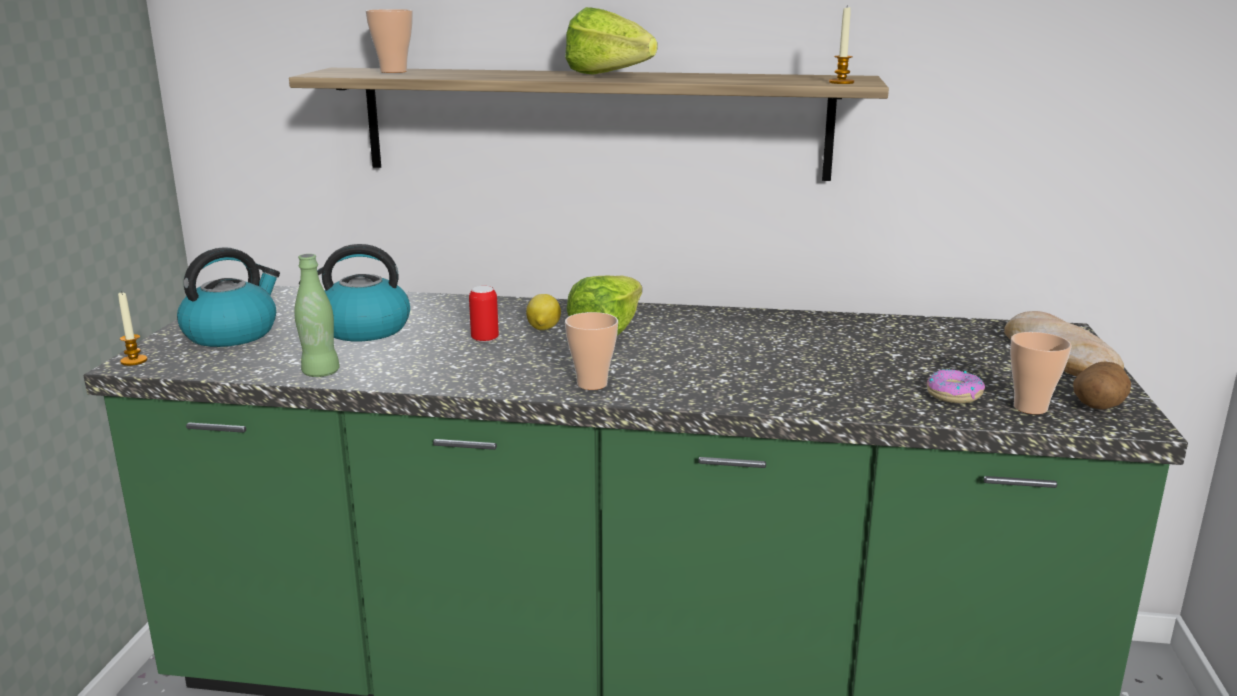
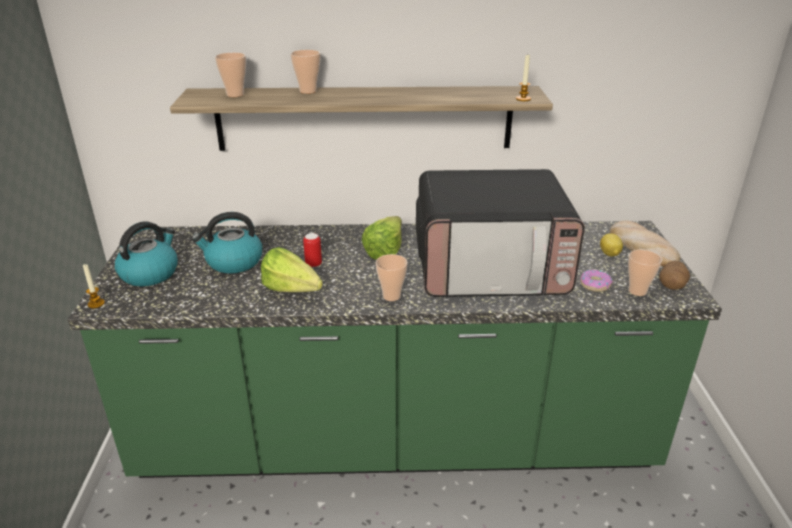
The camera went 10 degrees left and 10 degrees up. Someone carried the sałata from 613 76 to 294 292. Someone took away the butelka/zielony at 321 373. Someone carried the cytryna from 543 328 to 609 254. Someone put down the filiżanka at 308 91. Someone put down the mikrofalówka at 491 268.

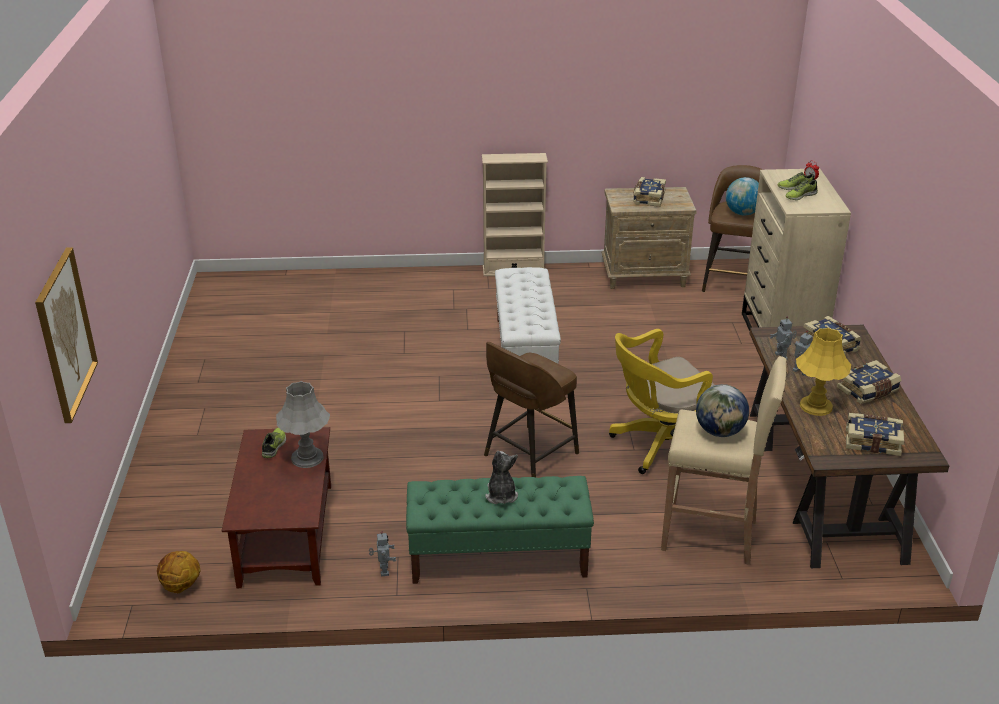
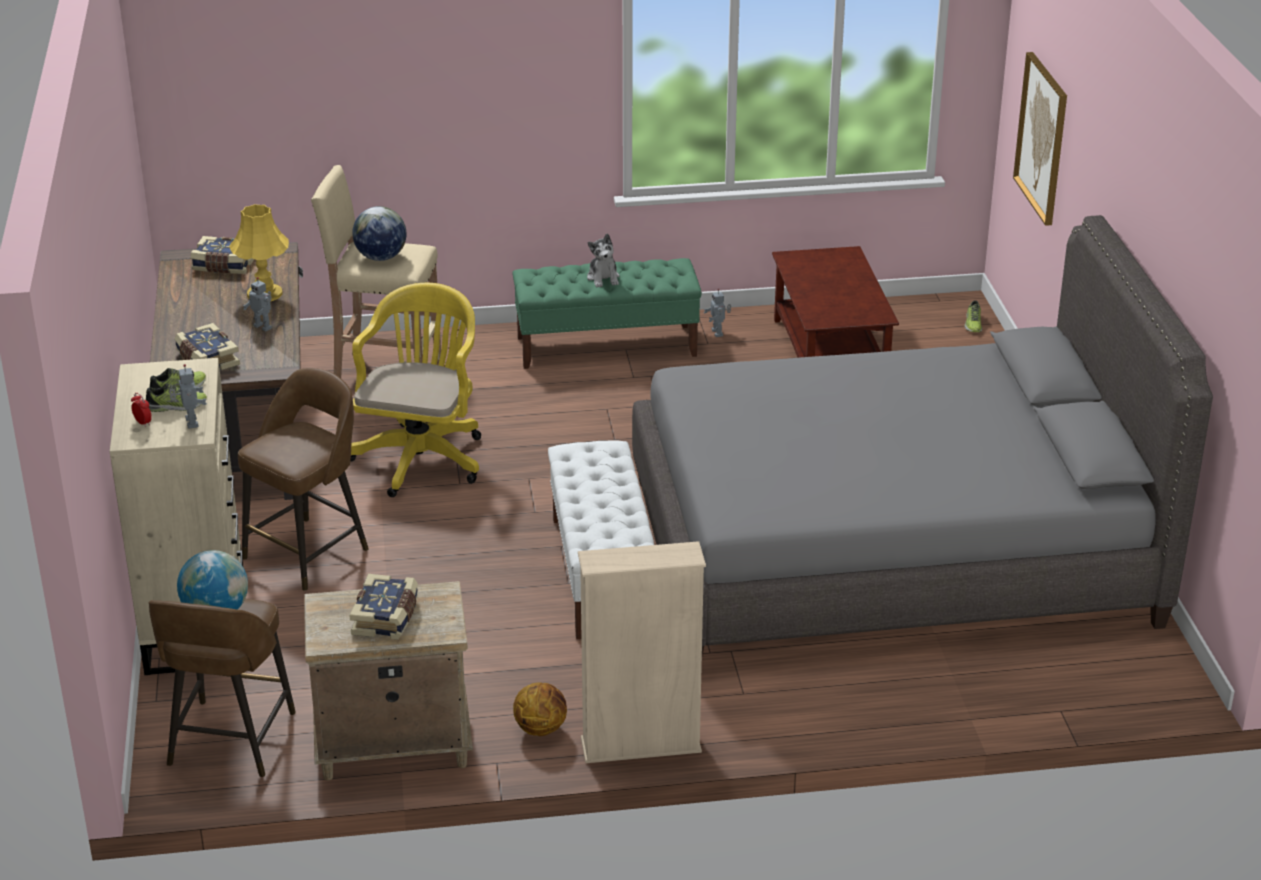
The camera went 175 degrees right and 0 degrees up. Someone carried the robot zabawkowy from 782 356 to 190 423. Someone rotated the krzesło biurowe/żółty at 660 446 by 45 degrees counterclockwise. Someone carried the stołek/brązowy from 529 455 to 309 552. Someone took away the książka at 868 391. Someone took away the lampa stołowa/szary at 307 458. Someone carried the but from 274 446 to 973 324. Someone carried the piłka do koszykówki from 180 586 to 541 728. Someone put down the łóżko/szary at 889 549.

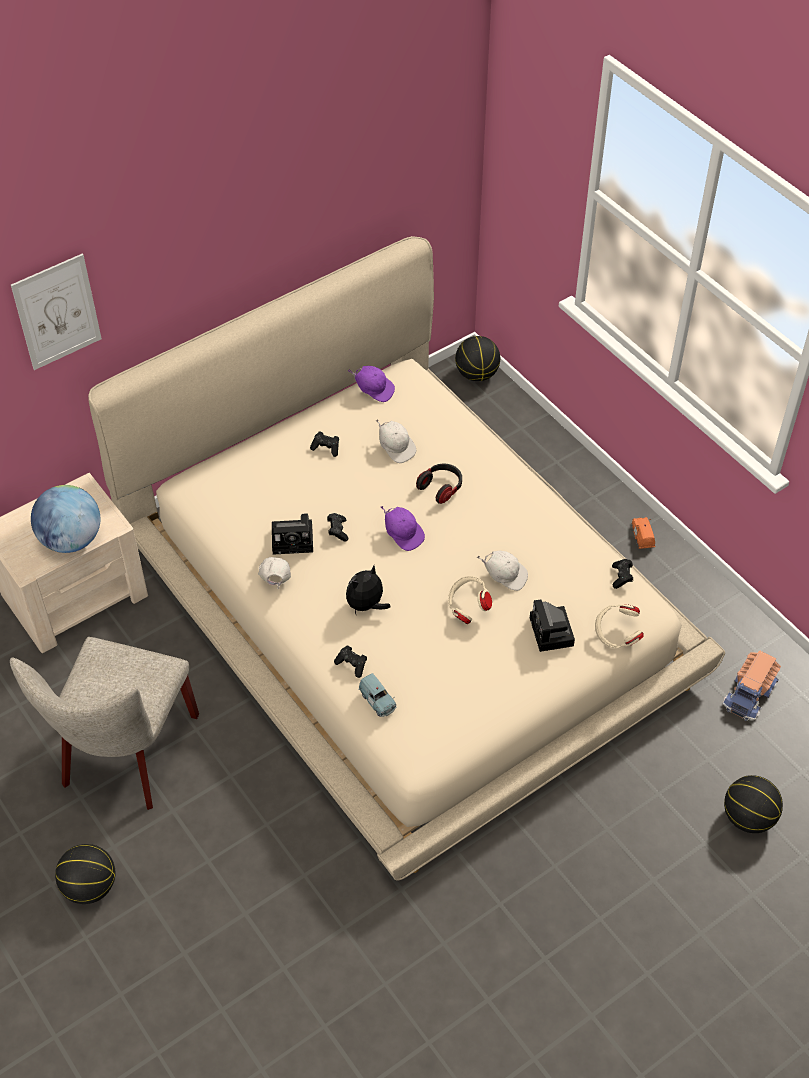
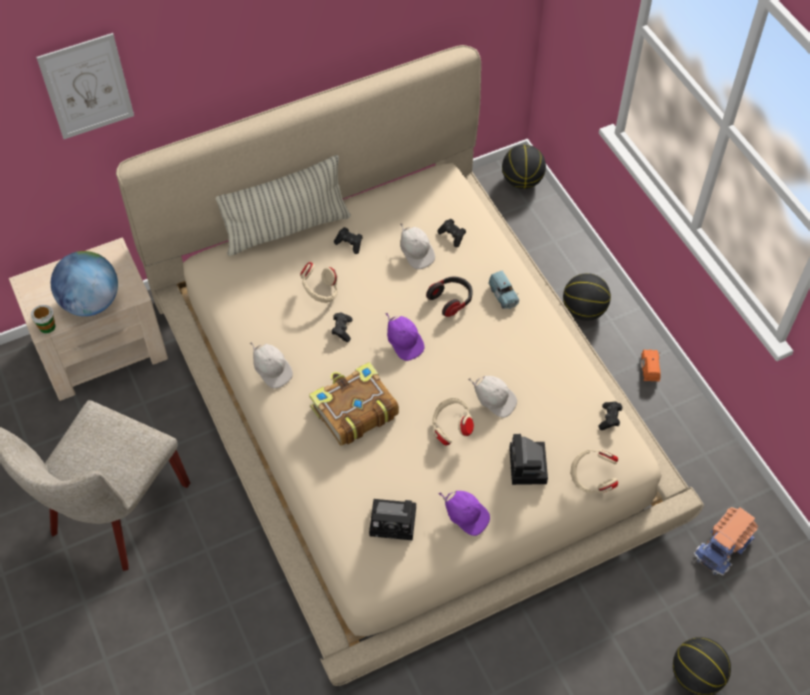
The camera went 10 degrees right and 5 degrees up. Someone carried the czapka z daszkiem/fioletowy from 374 390 to 465 516. Someone carried the aparat fotograficzny from 294 539 to 395 521. Someone rotated the czapka z daszkiem/biały at 275 579 by 135 degrees clockwise. Someone swapped the pluszak at 366 605 for the książka at 353 411. Someone carried the pad do gier/czarny from 352 665 to 452 236. Someone carried the samochodzik/niebieski from 378 701 to 503 296. Someone carried the piłka do koszykówki from 90 886 to 583 310. Someone put down the poduszka at 286 229. Someone put down the słuchawki/beżowy at 320 292. Someone put down the filiżanka at 47 326.

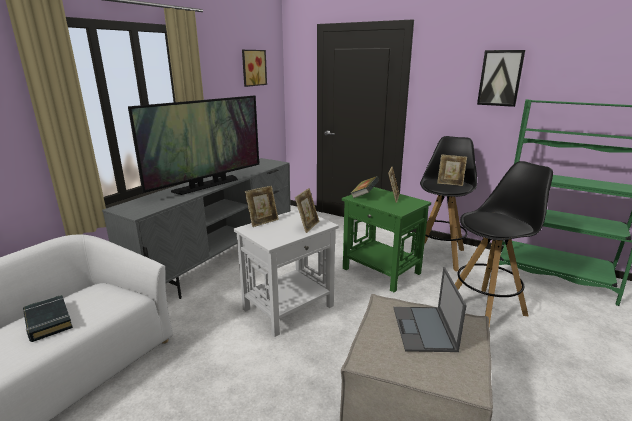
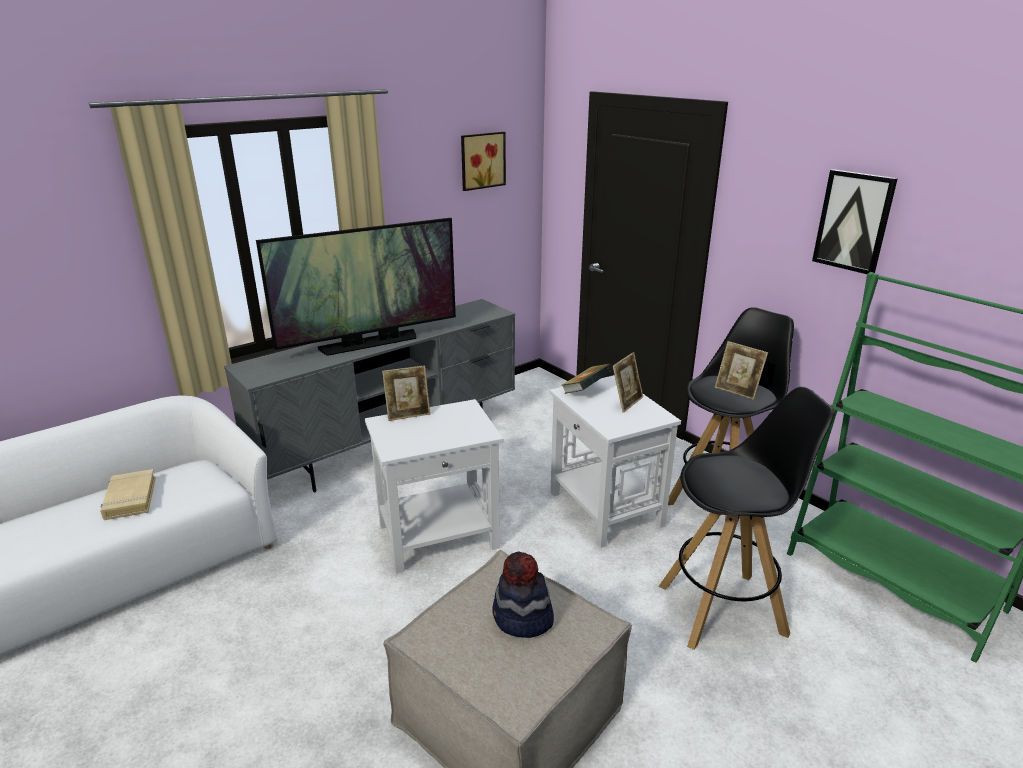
The camera went 20 degrees right and 5 degrees up. Someone repainted the stolik/zielony at 381 271, which became the stolik/biały at 604 509. Someone took away the ramka na zdjęcie at 307 226. Someone swapped the laptop at 424 329 for the kapelusz at 522 618. Someone repainted the książka/czarny at 48 321, which became the książka/beżowy at 130 498.

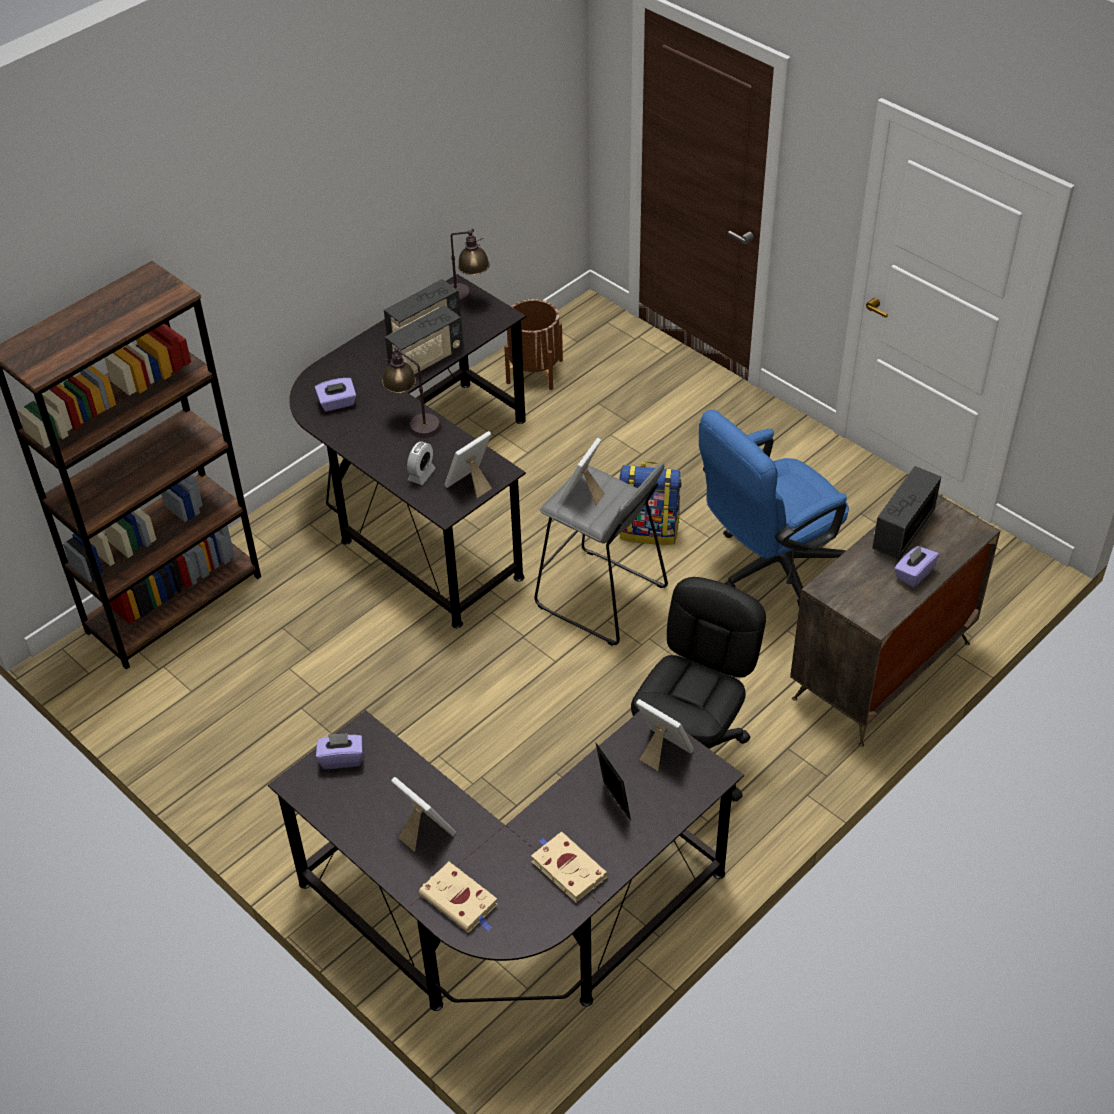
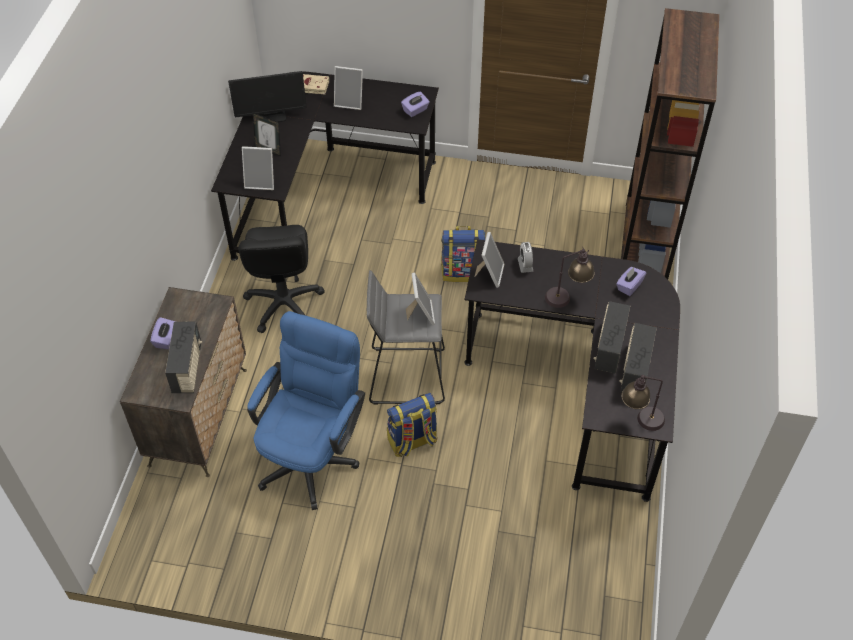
The camera went 145 degrees right and 5 degrees up. Someone took away the donica/brązowy at 534 371. Someone swapped the książka/beżowy at 567 868 for the monitor at 271 116. Someone put down the plecak at 462 272.

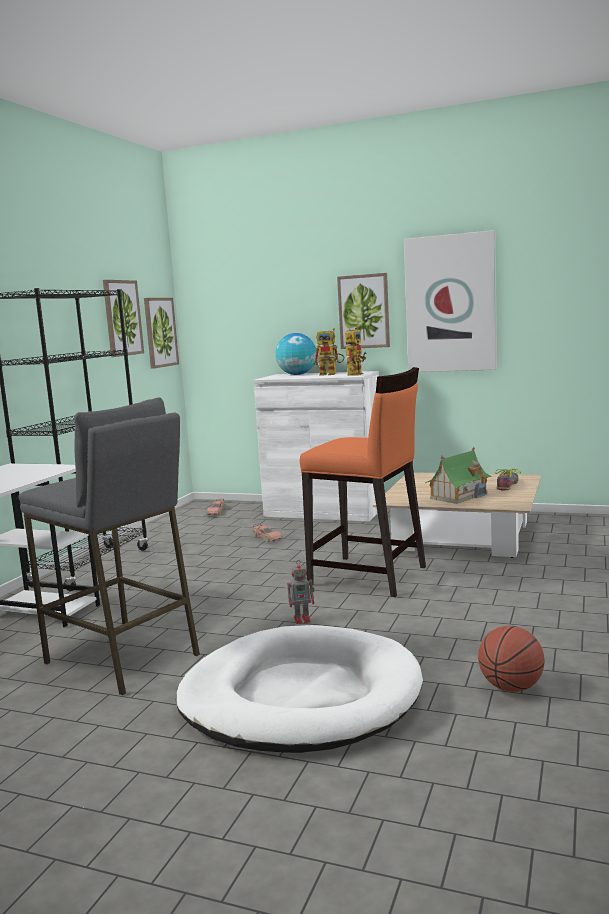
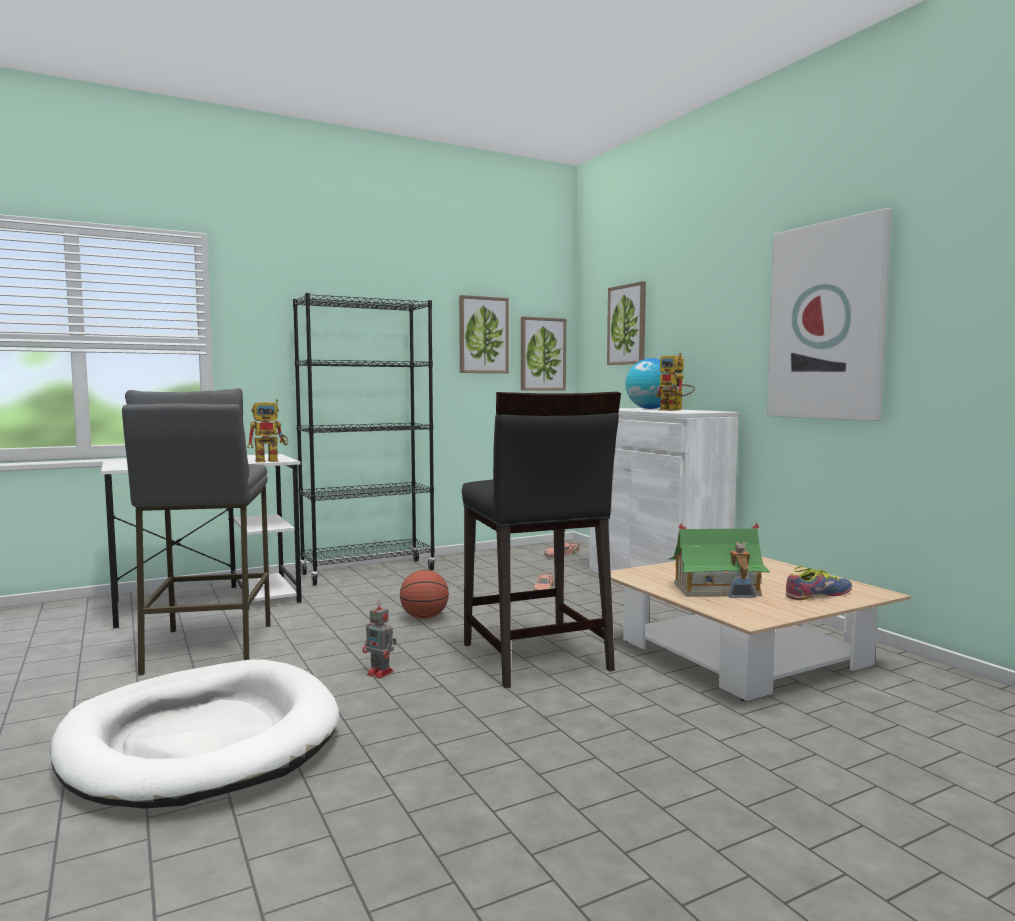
The camera went 40 degrees right and 5 degrees down. Someone carried the obraz from 364 311 to 627 324. Someone carried the robot zabawkowy from 355 374 to 272 460. Someone repainted the stołek/pomarańczowy at 368 576, which became the stołek/czarny at 535 657. Someone carried the piłka do koszykówki from 511 687 to 424 618.

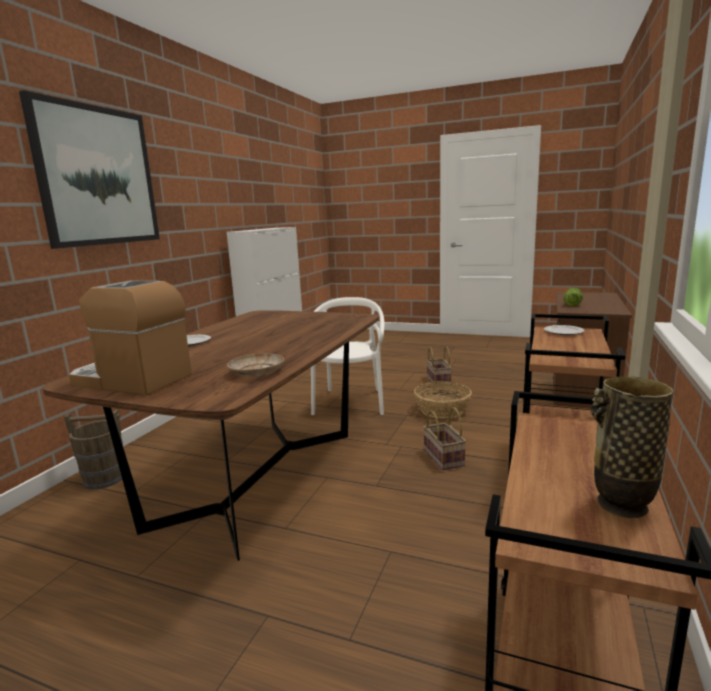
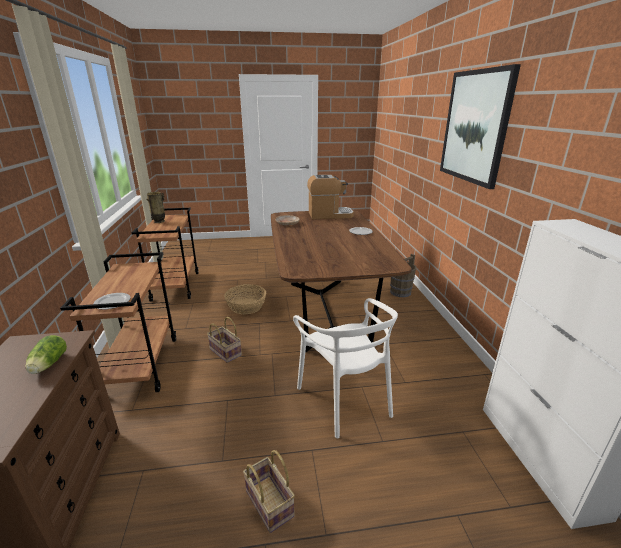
The camera went 150 degrees right and 10 degrees up. Someone carried the koszyk from 442 410 to 246 306.

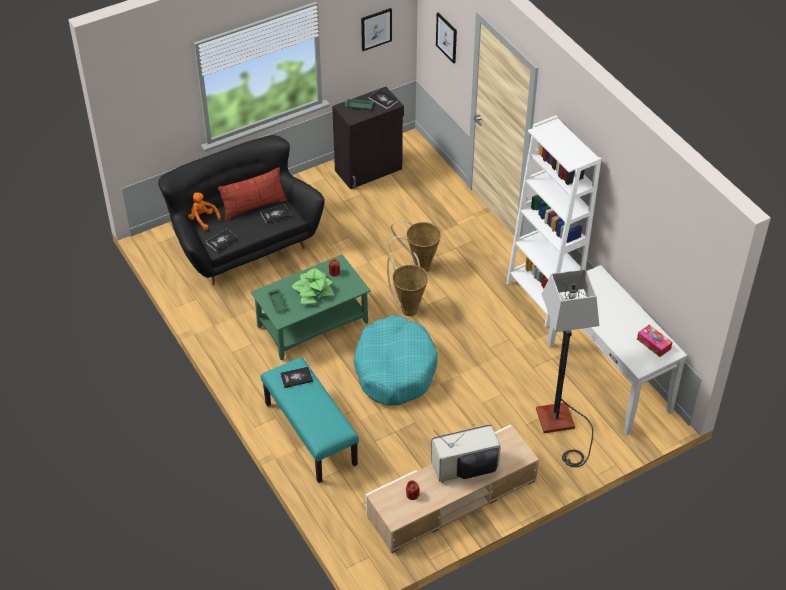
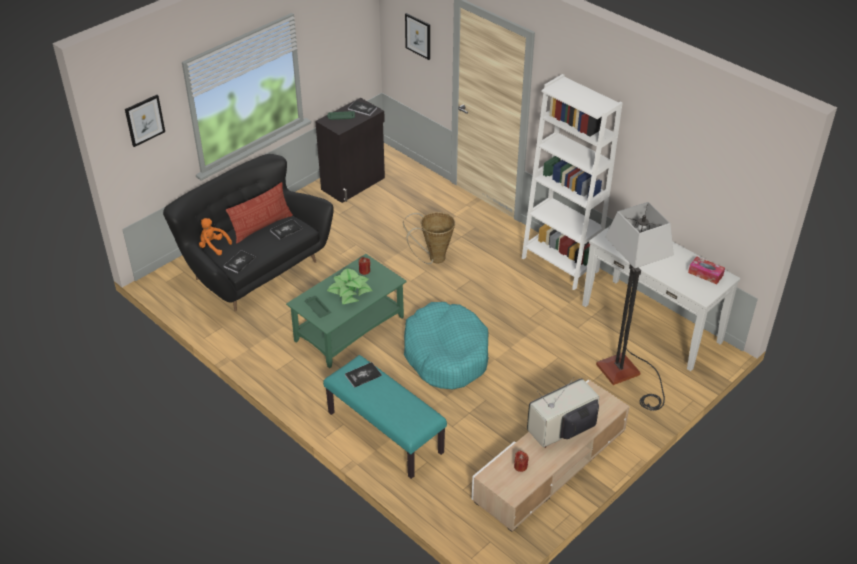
The camera went 15 degrees left and 5 degrees down. Someone carried the obraz from 376 29 to 144 120. Someone took away the koszyk at 408 307.

